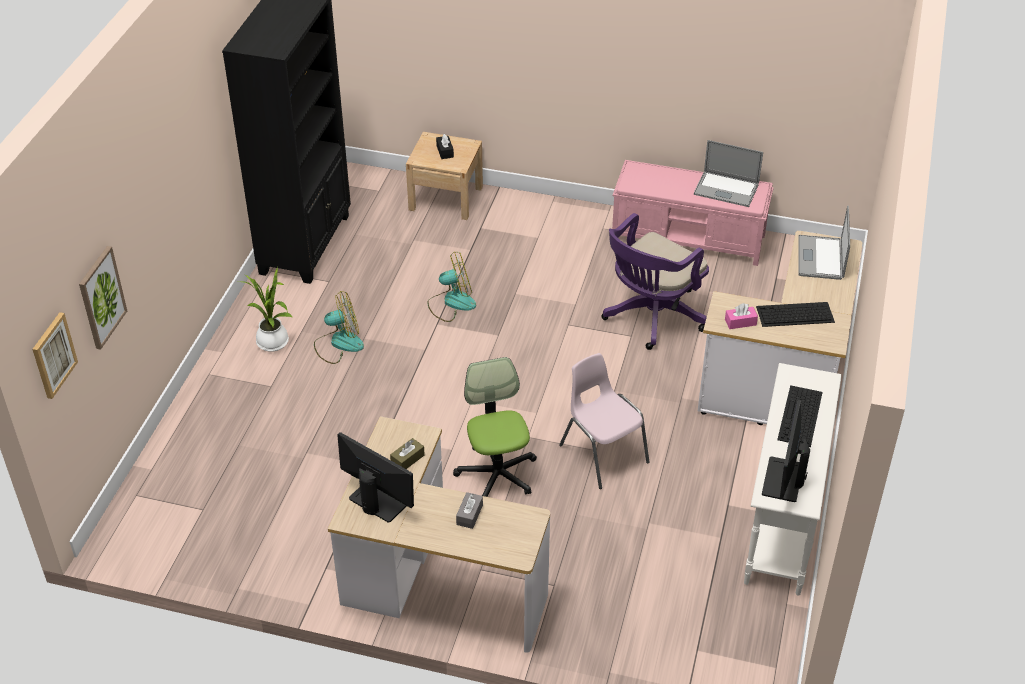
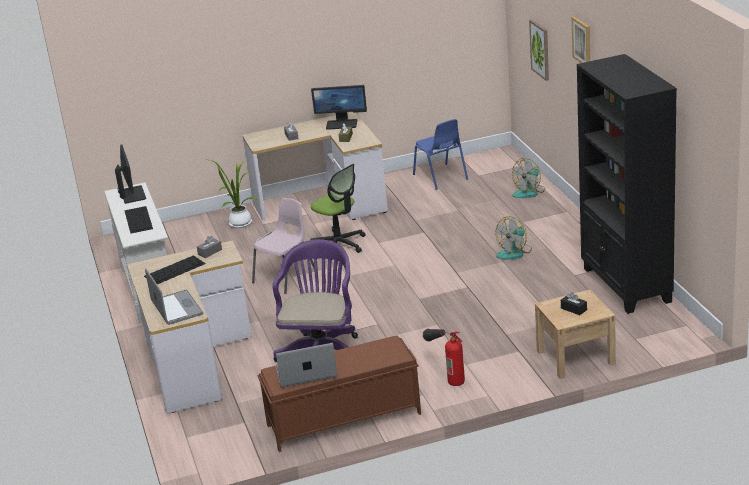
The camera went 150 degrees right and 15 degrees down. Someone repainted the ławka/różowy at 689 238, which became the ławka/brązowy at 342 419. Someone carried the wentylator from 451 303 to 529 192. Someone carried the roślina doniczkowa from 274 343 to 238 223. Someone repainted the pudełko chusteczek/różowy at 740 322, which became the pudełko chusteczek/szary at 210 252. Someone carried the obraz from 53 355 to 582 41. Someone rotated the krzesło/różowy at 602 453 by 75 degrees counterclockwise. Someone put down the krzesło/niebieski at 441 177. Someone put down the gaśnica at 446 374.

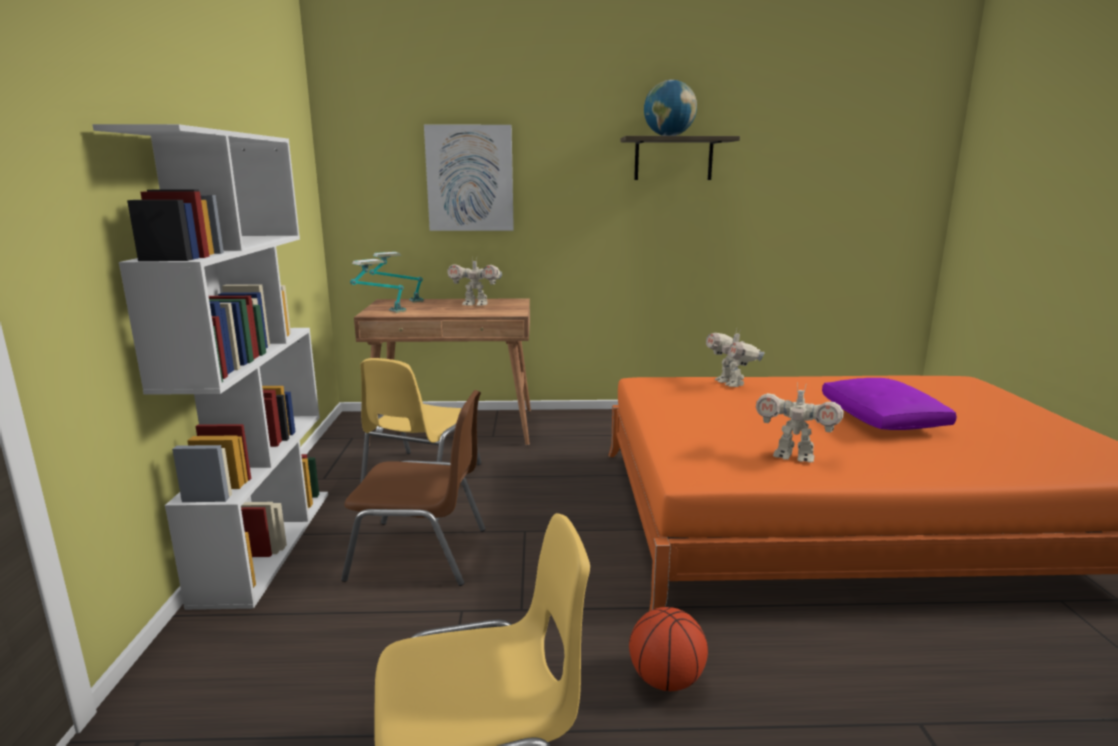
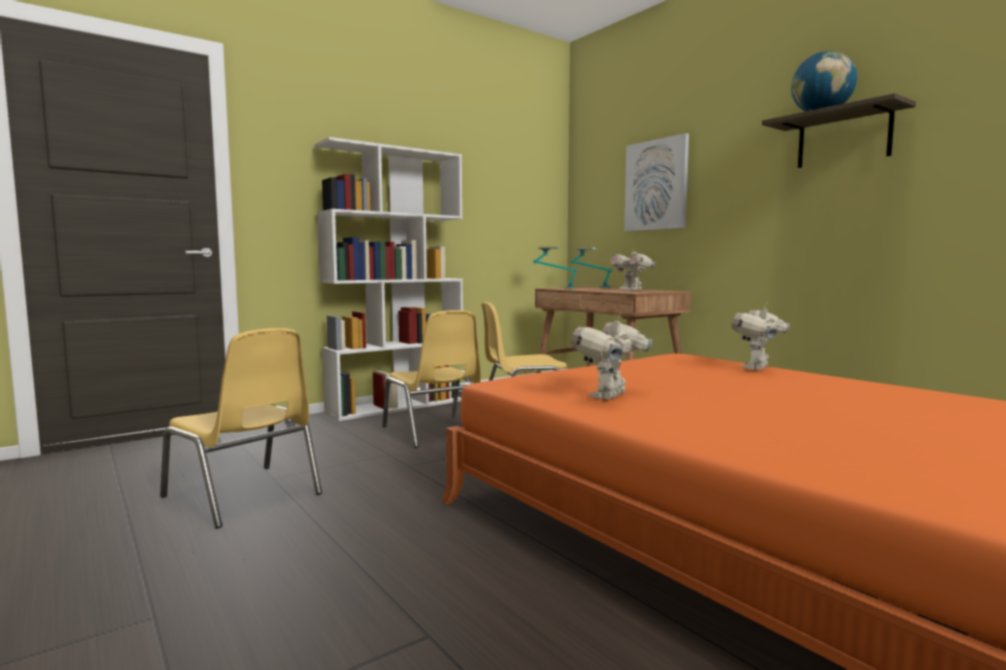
The camera went 55 degrees right and 10 degrees down. Someone took away the poduszka/fioletowy at 883 419. Someone rotated the robot zabawkowy at 794 456 by 45 degrees clockwise. Someone repainted the krzesło/brązowy at 421 553, which became the krzesło/żółty at 435 432. Someone took away the piłka do koszykówki at 666 680.

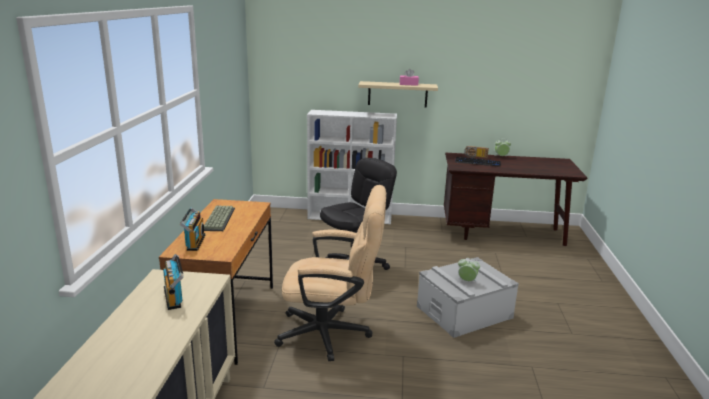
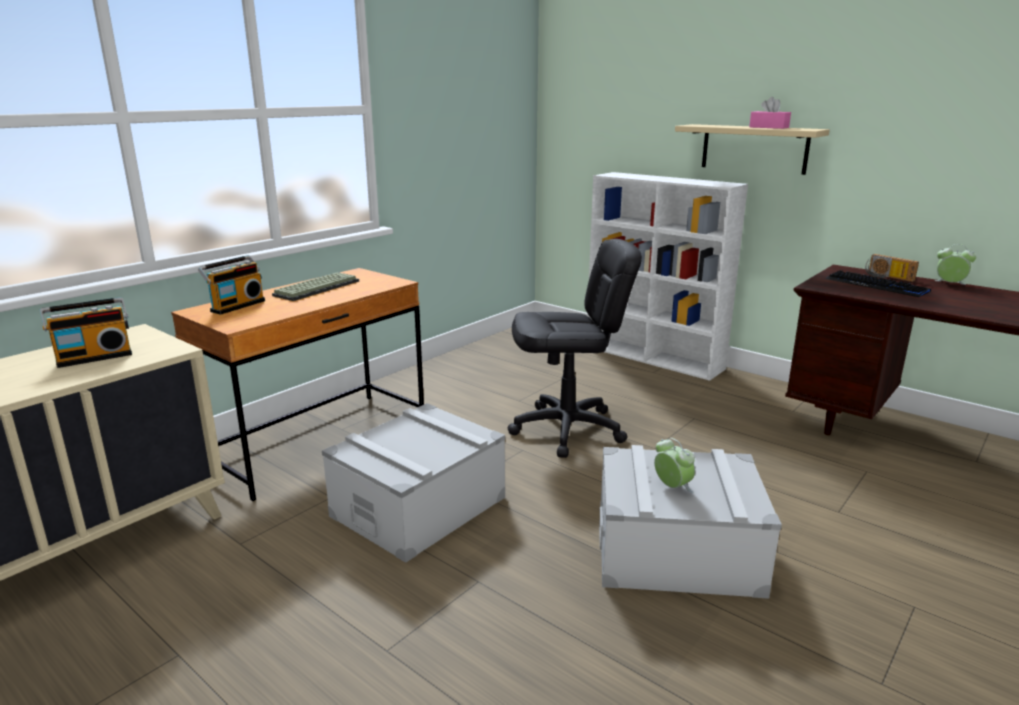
The camera went 35 degrees right and 0 degrees up. Someone swapped the krzesło biurowe/beżowy at 332 334 for the pojemnik do przechowywania/szary at 419 507. Someone rotated the radio at 175 297 by 135 degrees counterclockwise.

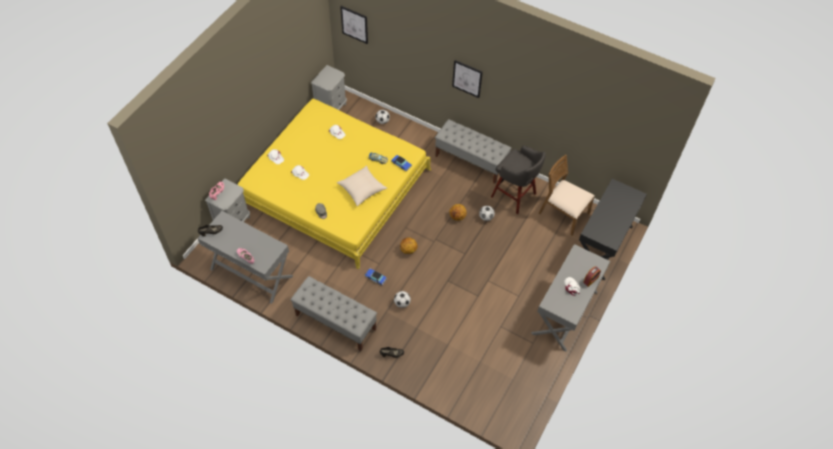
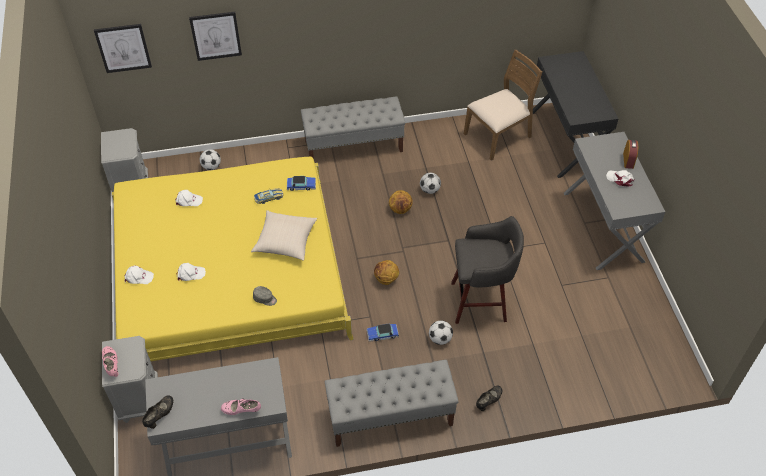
The camera went 40 degrees left and 5 degrees down. Someone carried the obraz from 467 78 to 216 36. Someone carried the stołek/szary from 514 196 to 481 302. Someone rotated the krzesło/brązowy at 563 213 by 150 degrees clockwise.

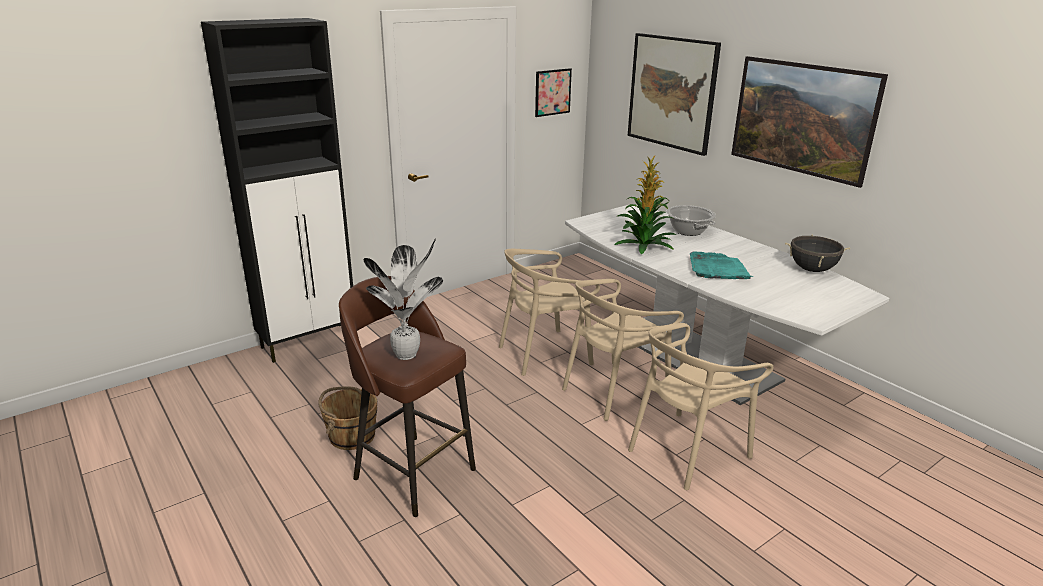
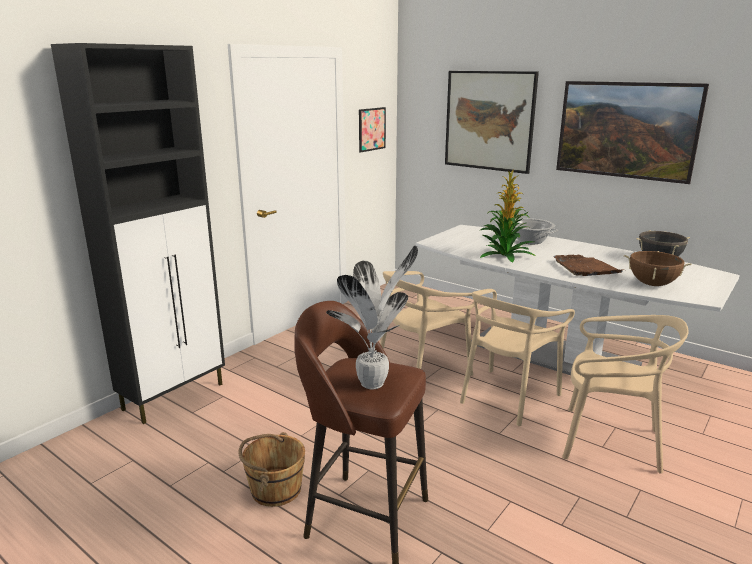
The camera went 15 degrees left and 5 degrees down. Someone repainted the taca/turkusowy at 718 269, which became the taca/brązowy at 585 268. Someone rotated the krzesło/beżowy at 687 451 by 105 degrees counterclockwise. Someone put down the garnek/brązowy at 652 284.

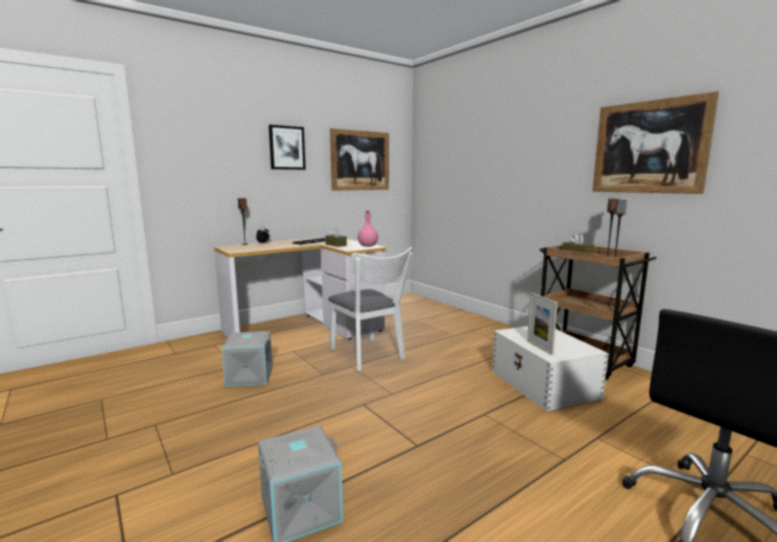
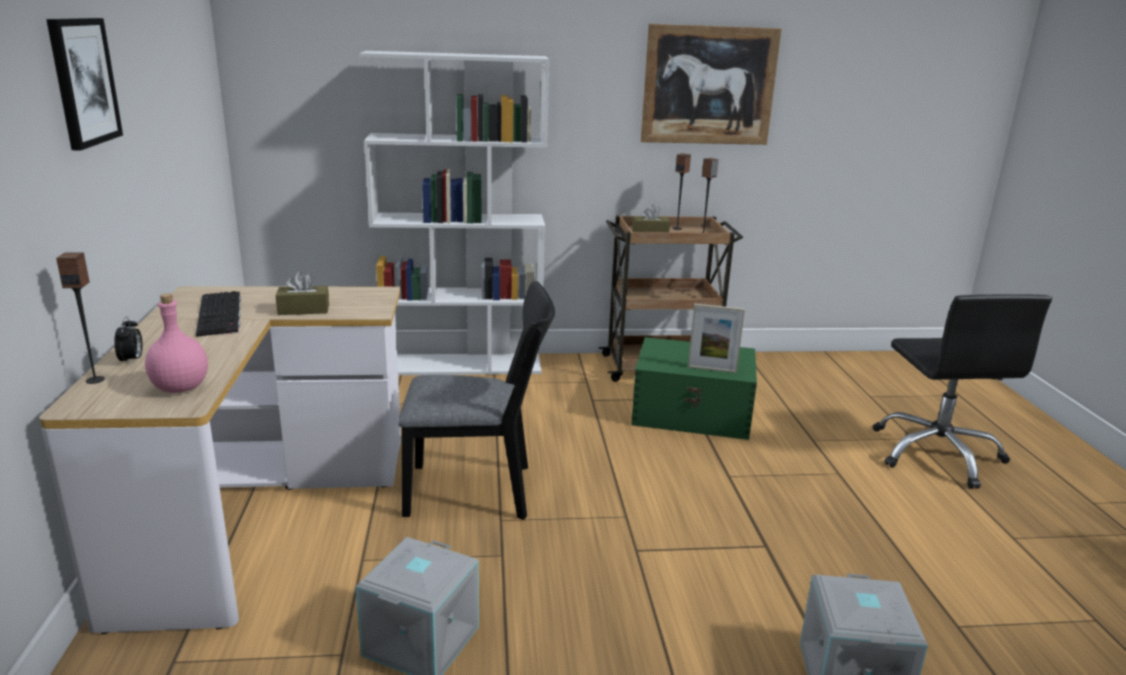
The camera went 60 degrees left and 10 degrees up. Someone took away the obraz at 360 160. Someone carried the butelka/różowy from 367 246 to 180 388. Someone repainted the krzesło/biały at 369 355, which became the krzesło/czarny at 480 490. Someone repainted the pojemnik do przechowywania/biały at 544 384, which became the pojemnik do przechowywania/zielony at 693 413. Someone put down the regał/biały at 461 365.

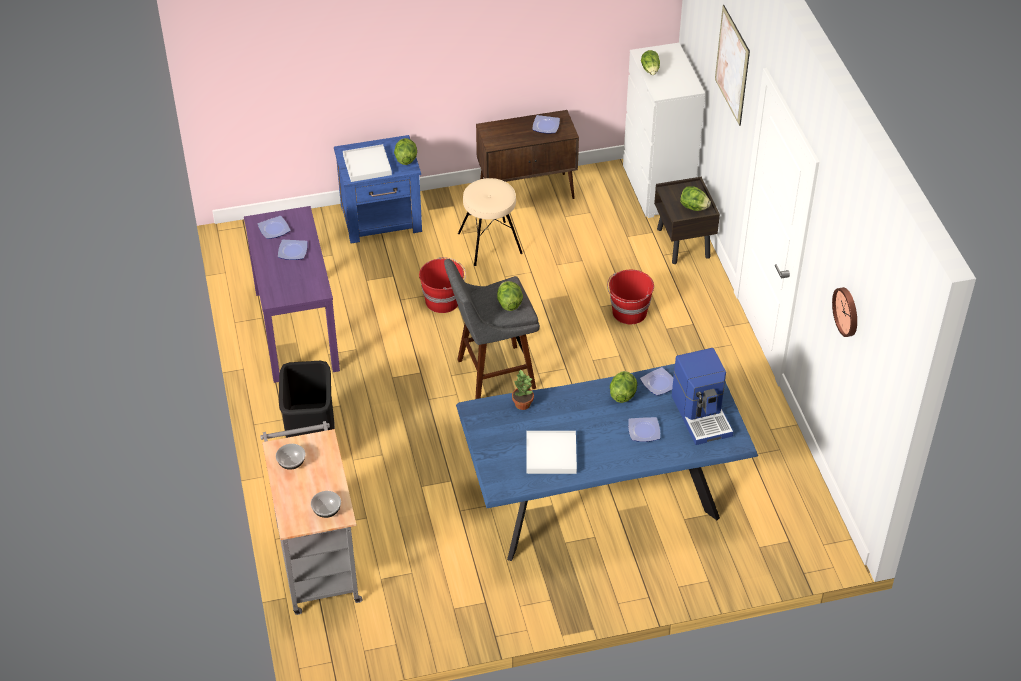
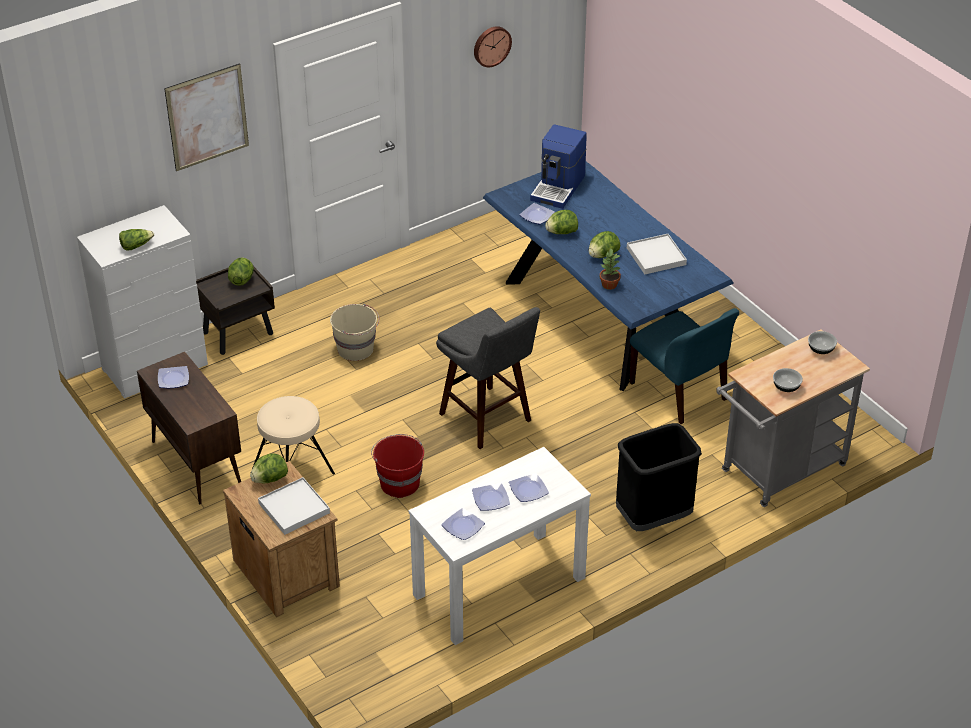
The camera went 110 degrees left and 5 degrees down. Someone repainted the szafka nocna/niebieski at 382 219, which became the szafka nocna/brązowy at 286 571. Someone repainted the stolik konsolowy/fioletowy at 296 329, which became the stolik konsolowy/biały at 499 587. Someone repainted the wiadro/czerwony at 629 312, which became the wiadro/beżowy at 356 349. Someone carried the sałata from 509 303 to 603 255. Someone rotated the ekspres do kawy at 702 415 by 150 degrees clockwise. Someone carried the talerz from 643 431 to 529 490. Someone put down the krzesło/niebieski at 679 392.

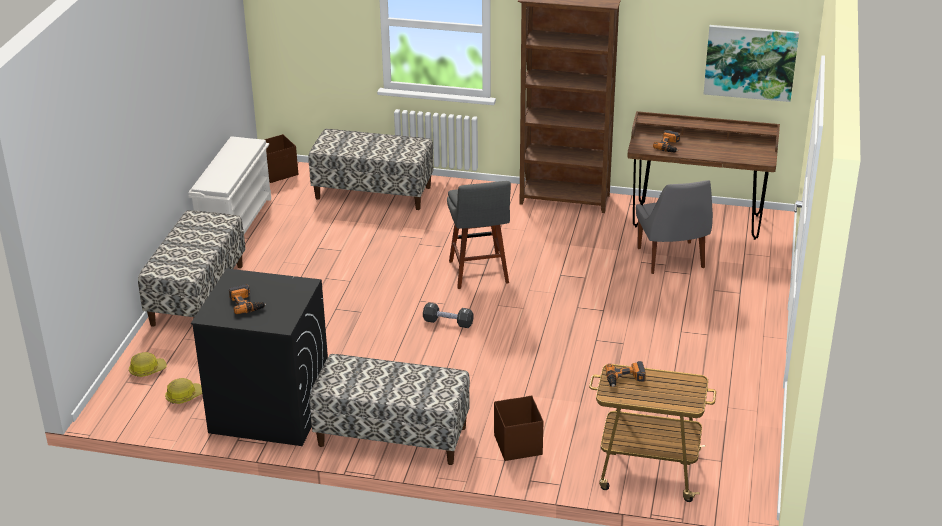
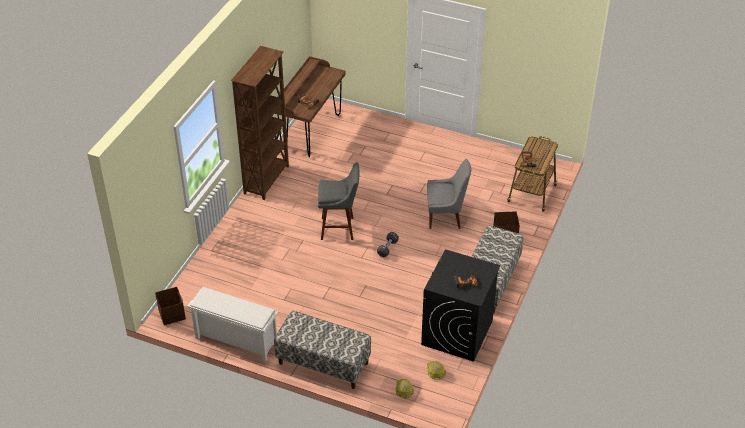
The camera went 80 degrees left and 10 degrees up. Someone took away the obraz at 750 62. Someone took away the ławka at 373 192. Someone carried the krzesło/szary from 671 259 to 446 217.

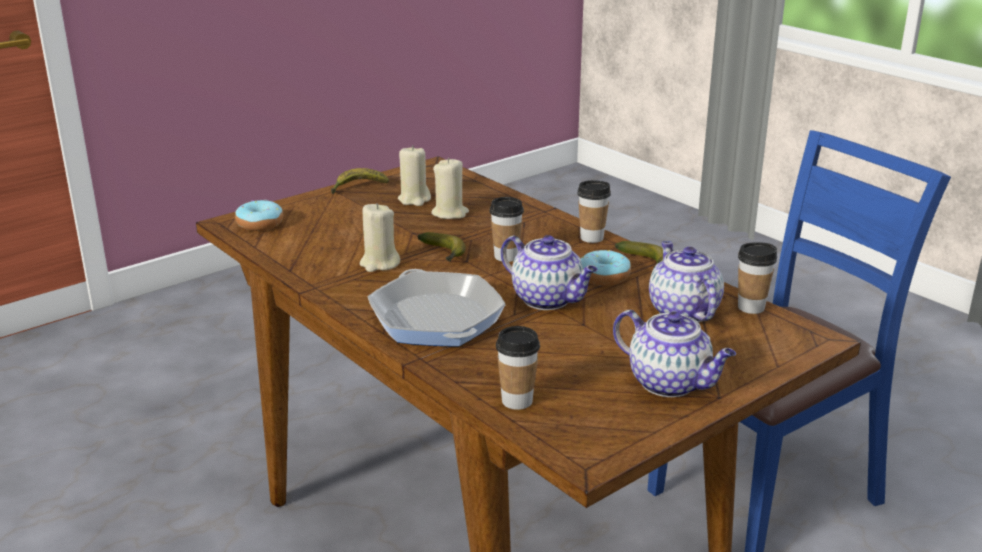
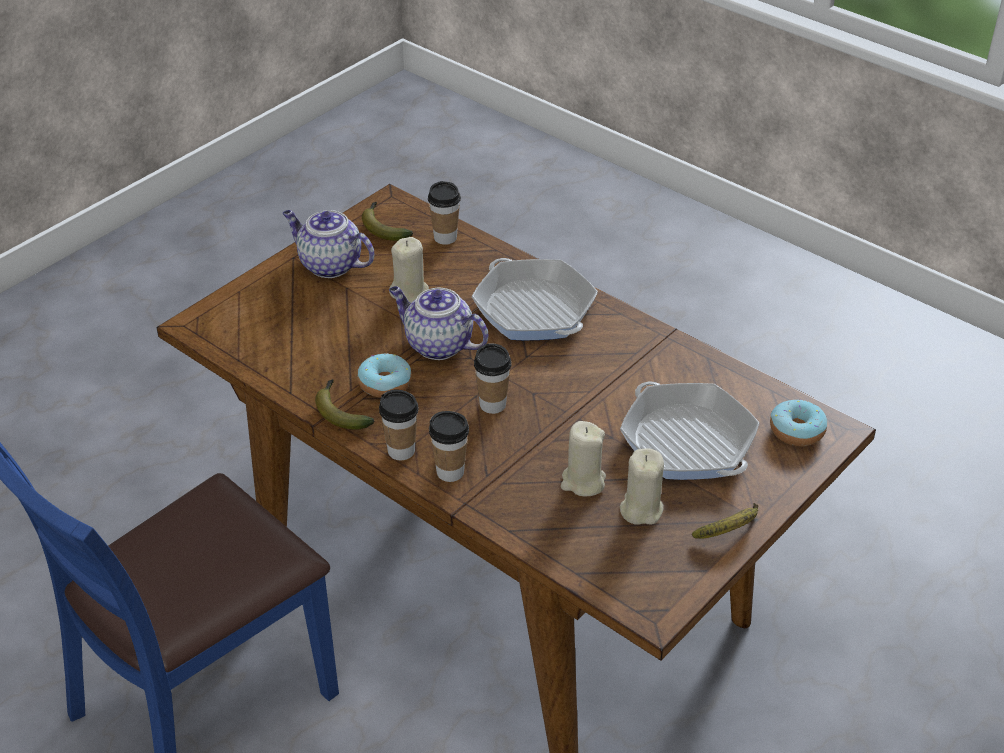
The camera went 170 degrees right and 15 degrees up. Someone carried the świeca/beżowy from 379 264 to 409 292. Someone carried the banan from 444 254 to 383 227. Someone took away the imbryk at 682 312. Someone carried the filiżanka from 751 307 to 450 472. Someone put down the patelnia at 688 441.

